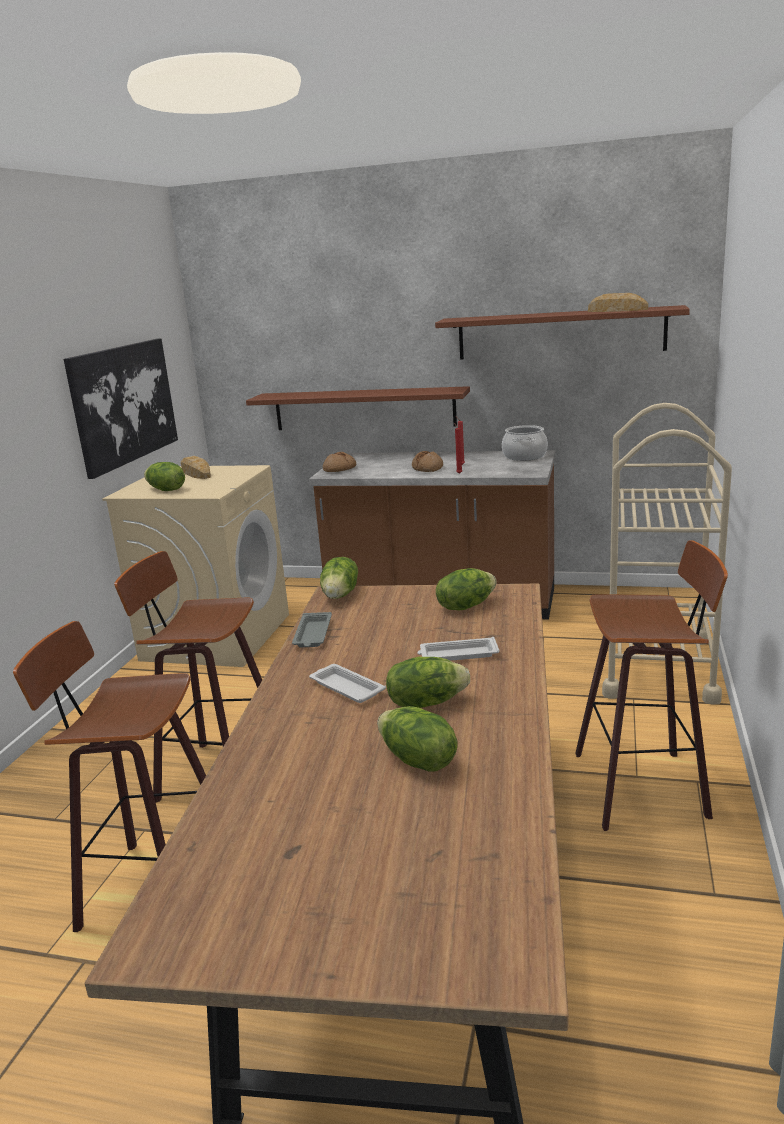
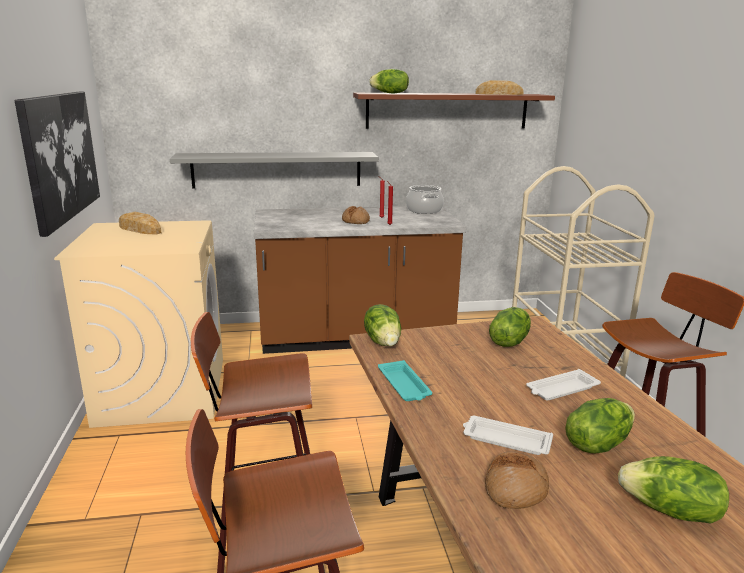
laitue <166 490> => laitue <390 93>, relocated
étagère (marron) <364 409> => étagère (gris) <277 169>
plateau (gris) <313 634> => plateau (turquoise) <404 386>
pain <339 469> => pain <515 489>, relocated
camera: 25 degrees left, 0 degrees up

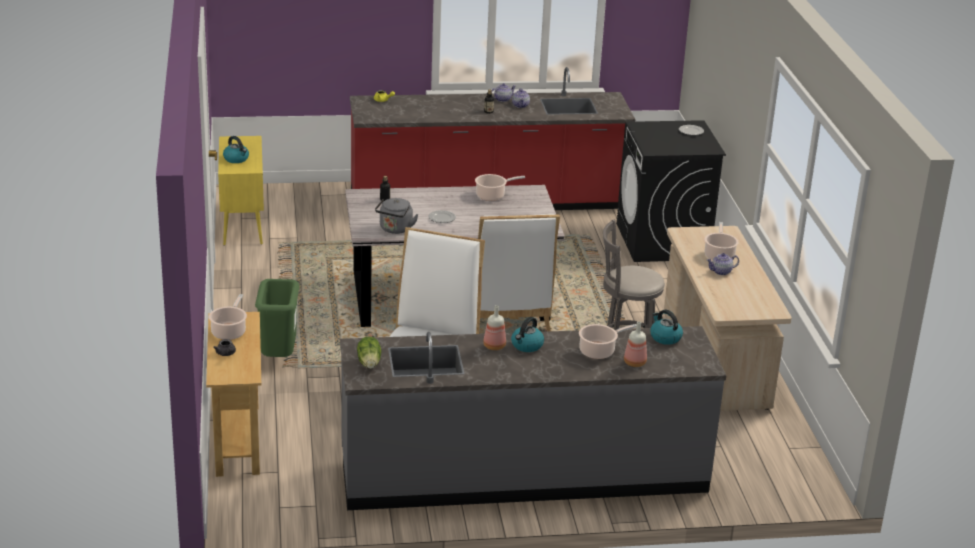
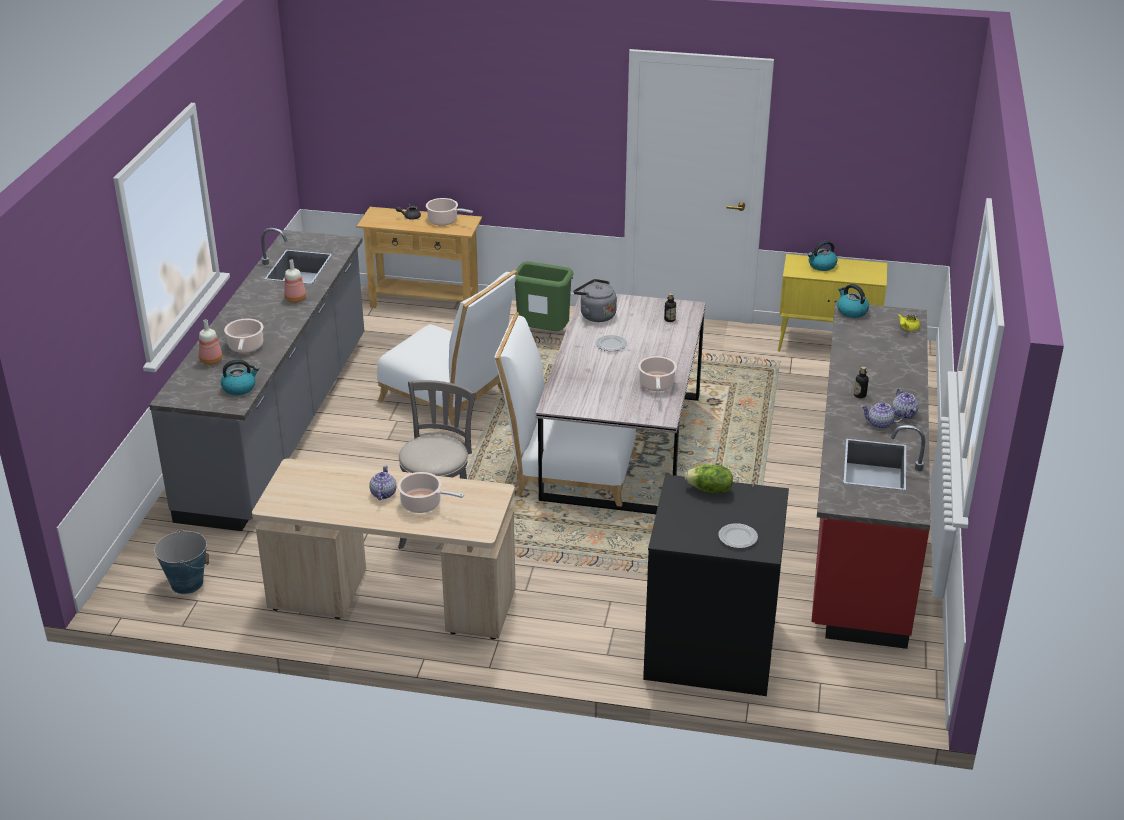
laitue <369 363> => laitue <709 490>, relocated
bouilloire <527 346> => bouilloire <851 311>, relocated
nothing => seau <187 583>
camera: 110 degrees right, 5 degrees up

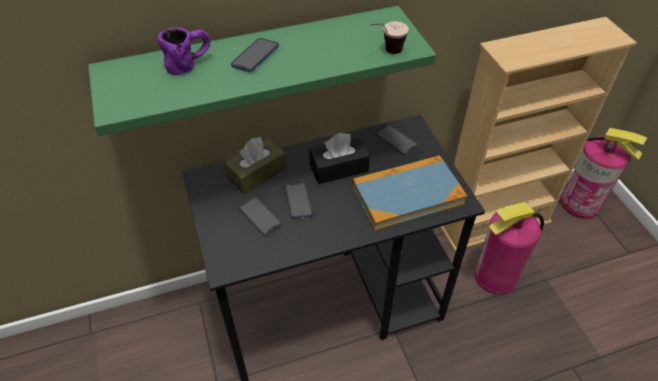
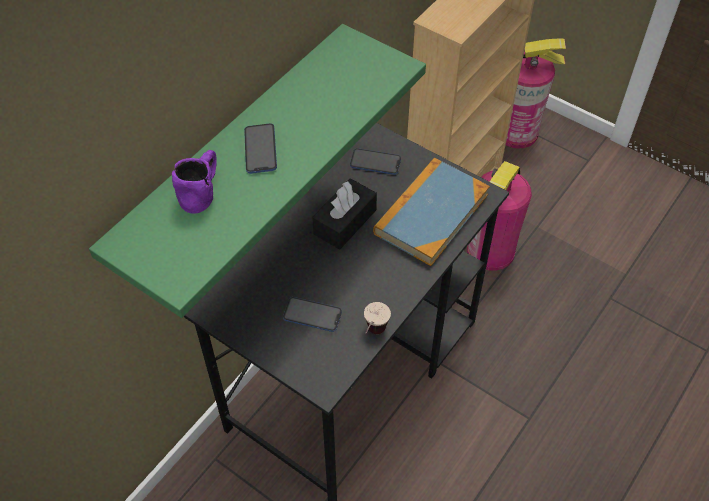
boîte à mouchoirs (marron) <257 173> => nothing
téléphone <298 201> => nothing
tasse <385 53> => tasse <373 336>, relocated
camera: 35 degrees left, 5 degrees up

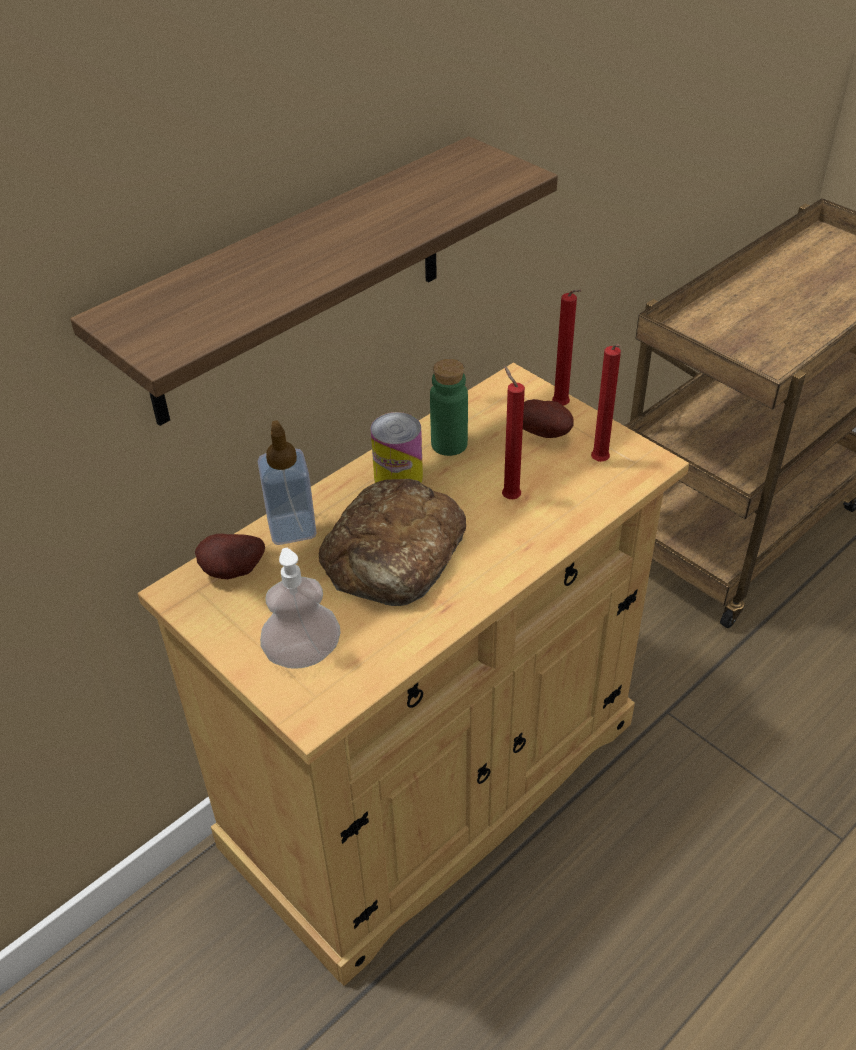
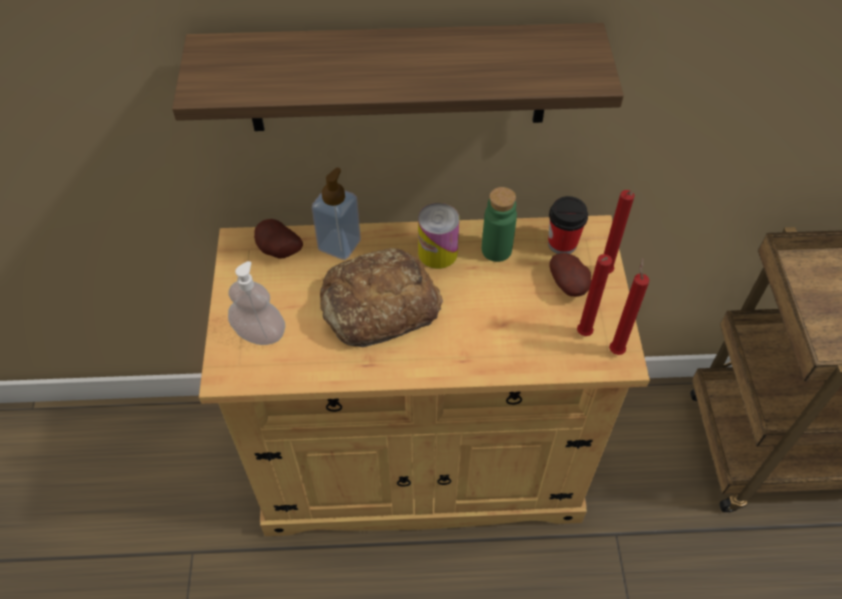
bougie (rouge) <509 497> => bougie (rouge) <616 349>, relocated
nothing => tasse <562 244>
camera: 40 degrees right, 10 degrees up

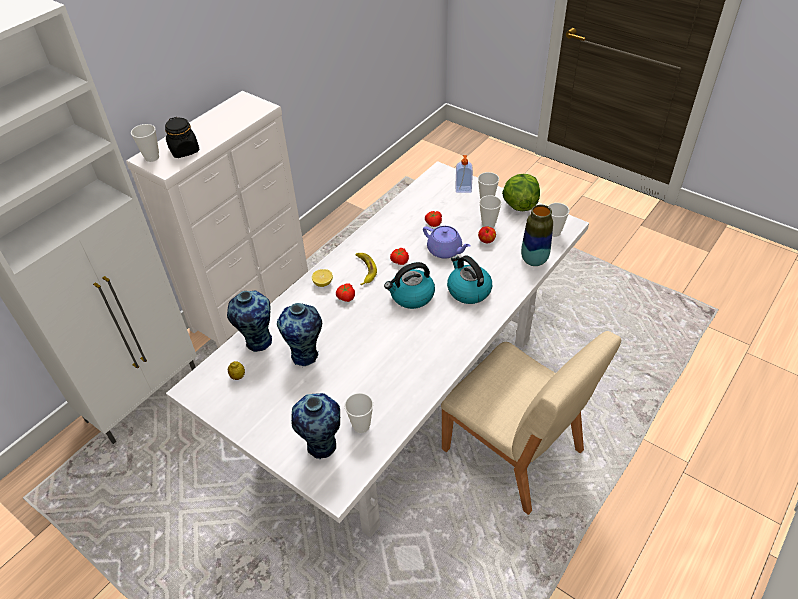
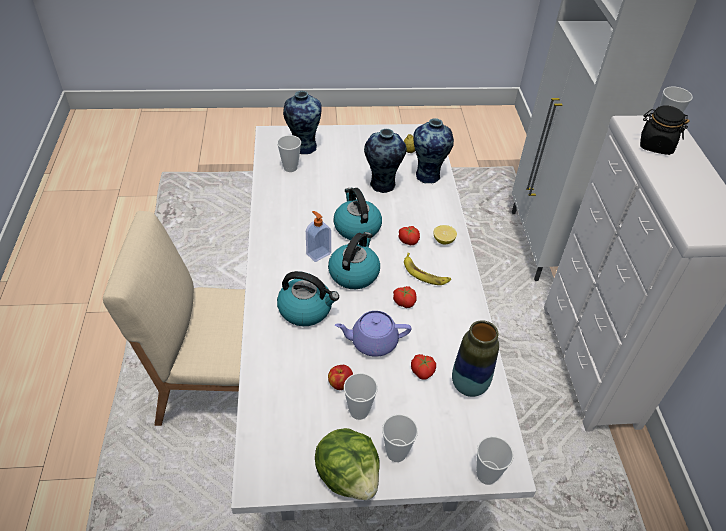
distributeur de savon <463 190> => distributeur de savon <318 253>, relocated
vase <534 260> => vase <469 385>, relocated
tasse <554 232> => tasse <486 475>, relocated
nothing => bouilloire <356 227>
camera: 135 degrees right, 0 degrees up

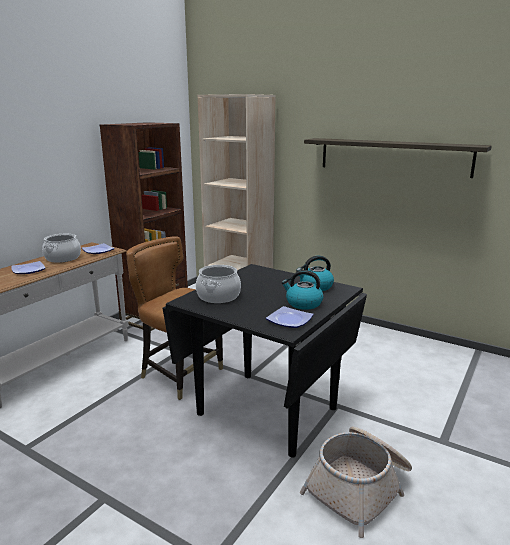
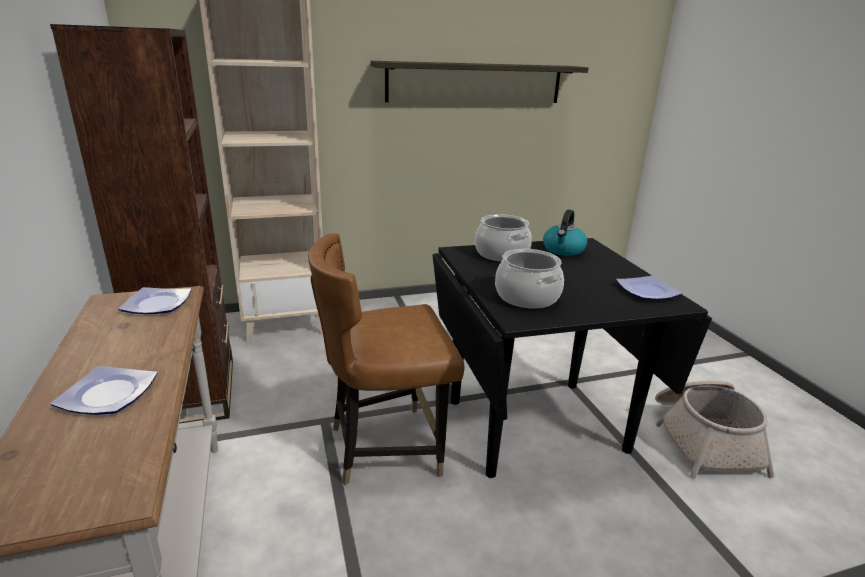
marmite <62 258> => marmite <501 254>, relocated
bouilloire <303 303> => nothing
camera: 50 degrees left, 5 degrees up

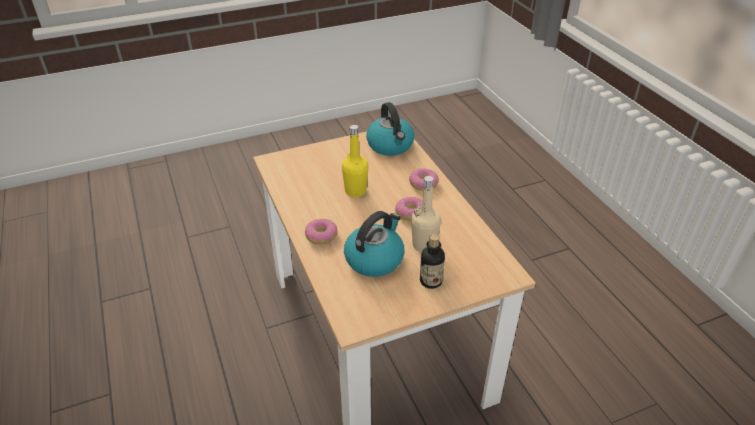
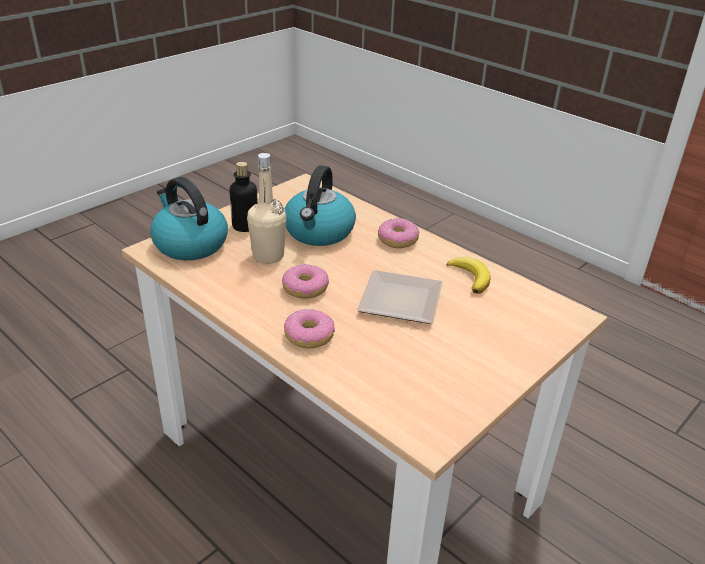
bouteille (jaune) <355 191> => assiette <403 300>
bouilloire <390 145> => bouilloire <189 244>, relocated
nothing => banane <470 277>
camera: 155 degrees right, 5 degrees down

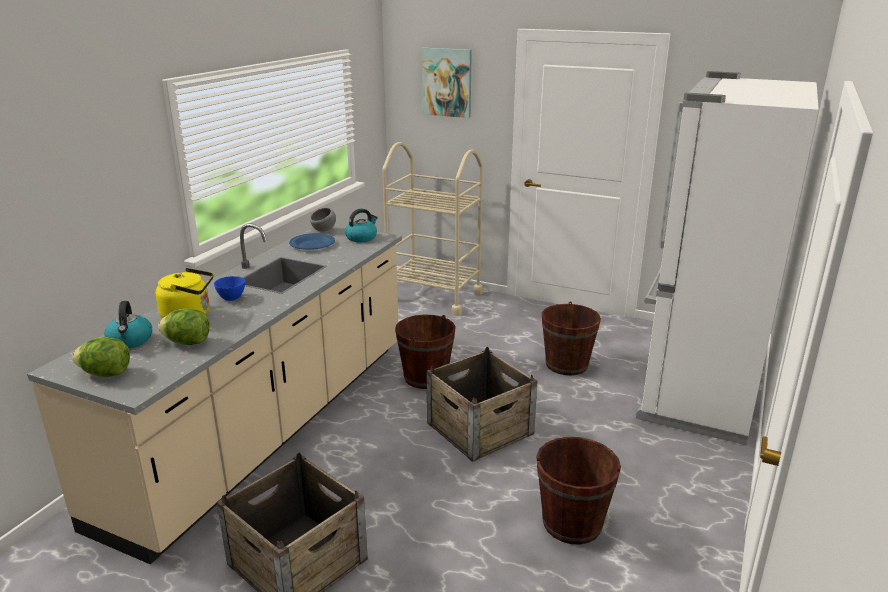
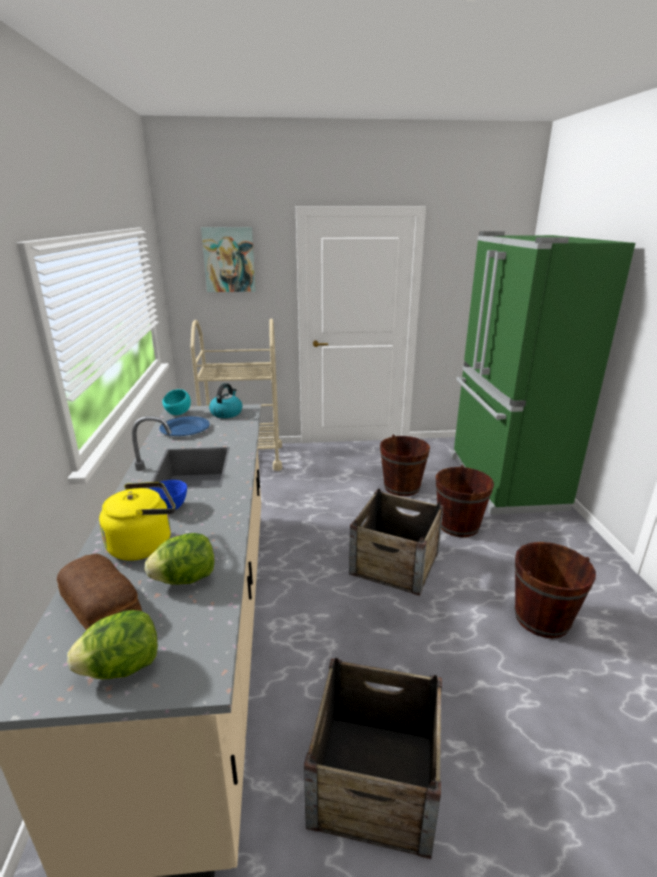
bouilloire <130 341> => pain <101 604>
bol (gris) <324 230> => bol (turquoise) <178 413>
seau (marron) <425 377> => seau (marron) <458 525>, relocated
réfrigérateur (blanc) <696 392> => réfrigérateur (vert) <502 482>
camera: 30 degrees left, 0 degrees up

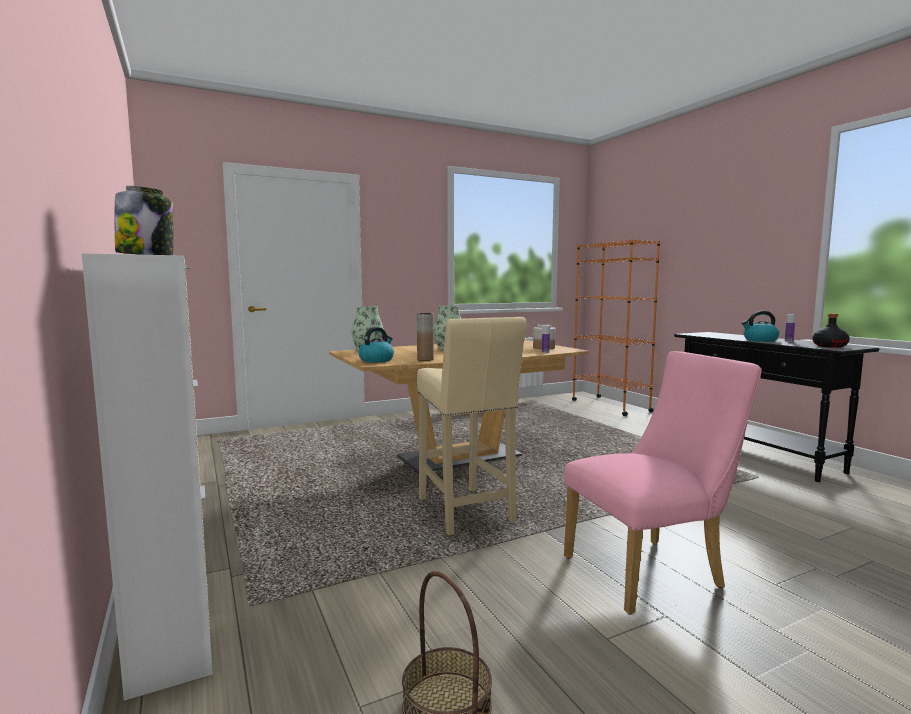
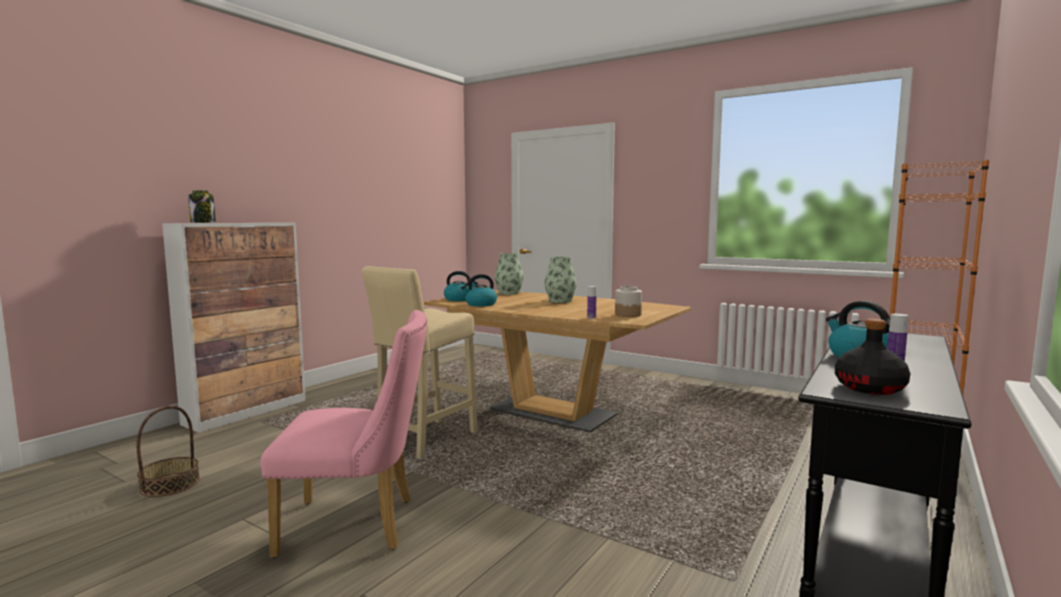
vase (marron) <425 359> => bouilloire <480 304>
chaise (rose) <651 571> => chaise (rose) <358 525>, 45 degrees counterclockwise
camera: 60 degrees right, 0 degrees up

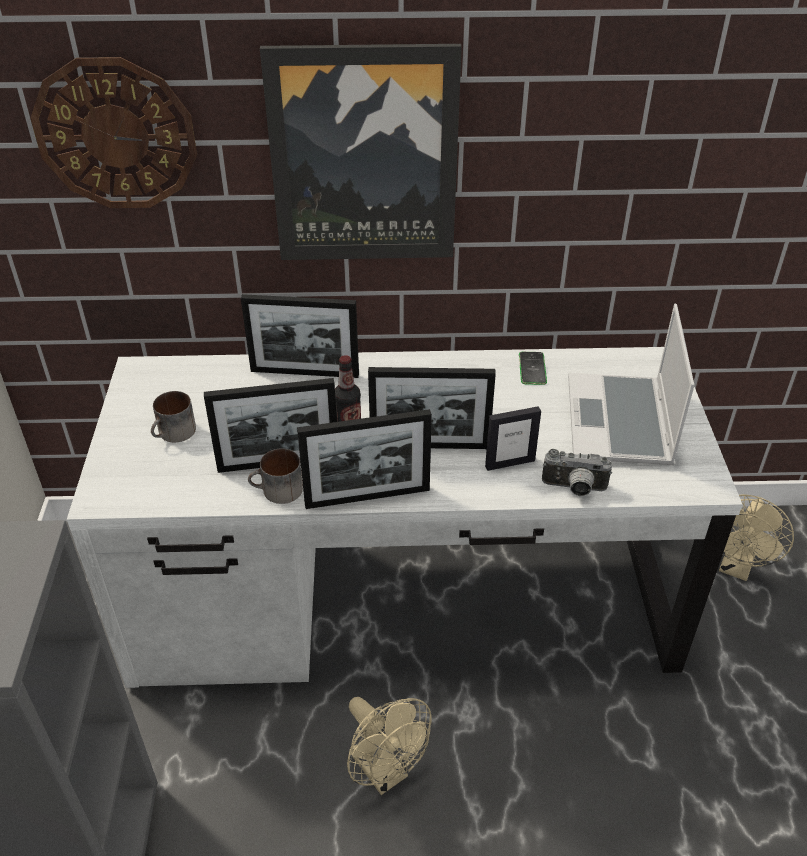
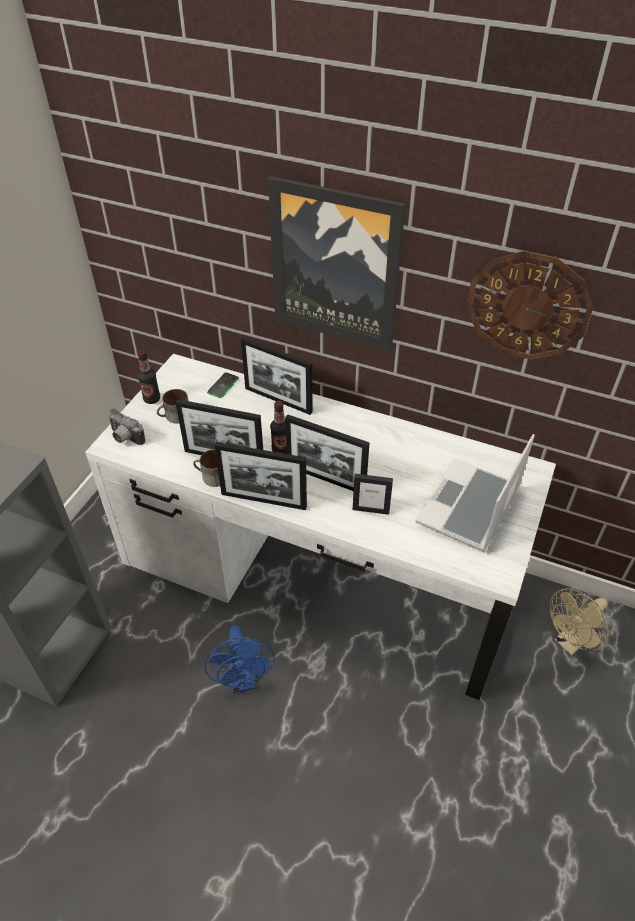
horloge murale <116 135> => horloge murale <527 306>, relocated
ventilateur (beige) <385 772> => ventilateur (bleu) <243 680>
téléphone <532 369> => téléphone <223 385>, relocated
appareil photo <574 489> => appareil photo <125 438>, relocated
nothing => bouteille <152 399>
camera: 25 degrees right, 5 degrees up

